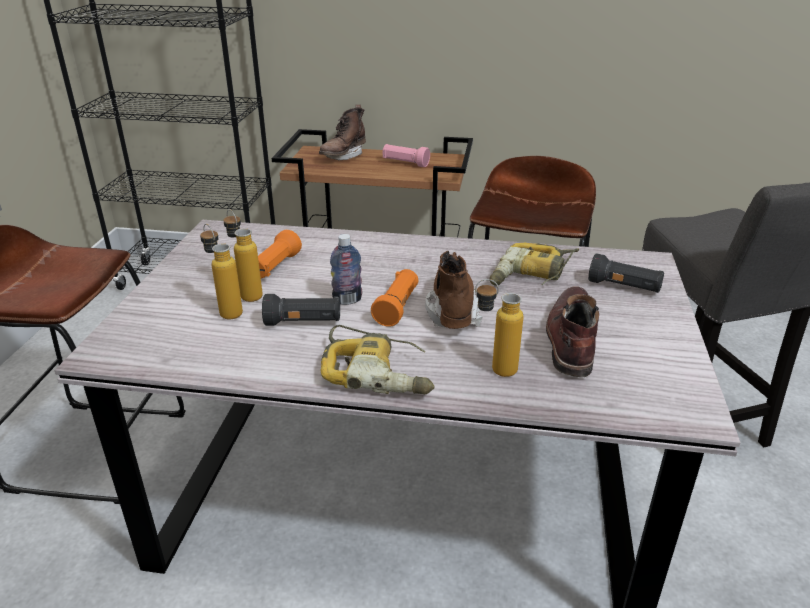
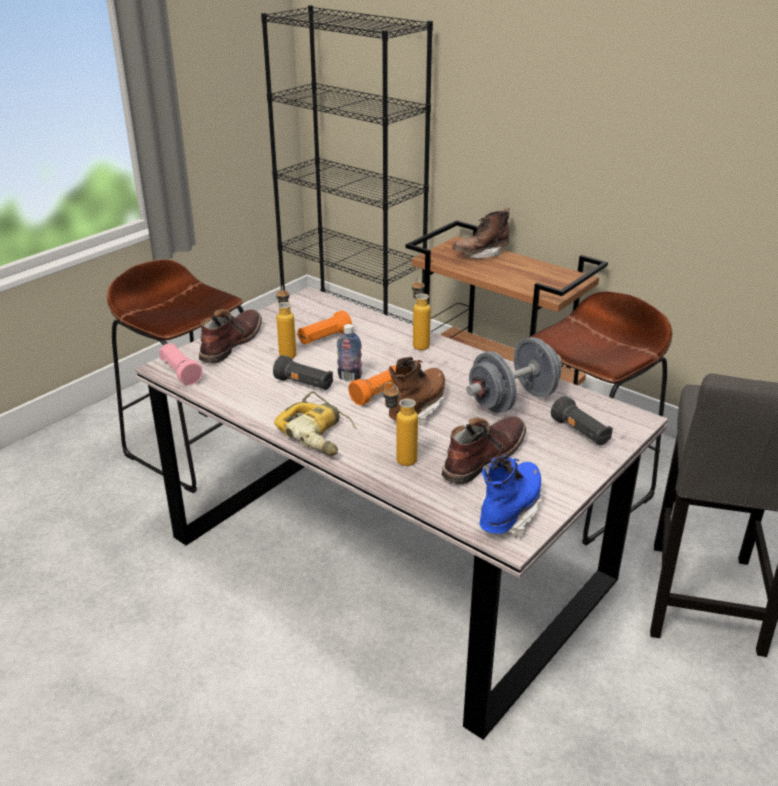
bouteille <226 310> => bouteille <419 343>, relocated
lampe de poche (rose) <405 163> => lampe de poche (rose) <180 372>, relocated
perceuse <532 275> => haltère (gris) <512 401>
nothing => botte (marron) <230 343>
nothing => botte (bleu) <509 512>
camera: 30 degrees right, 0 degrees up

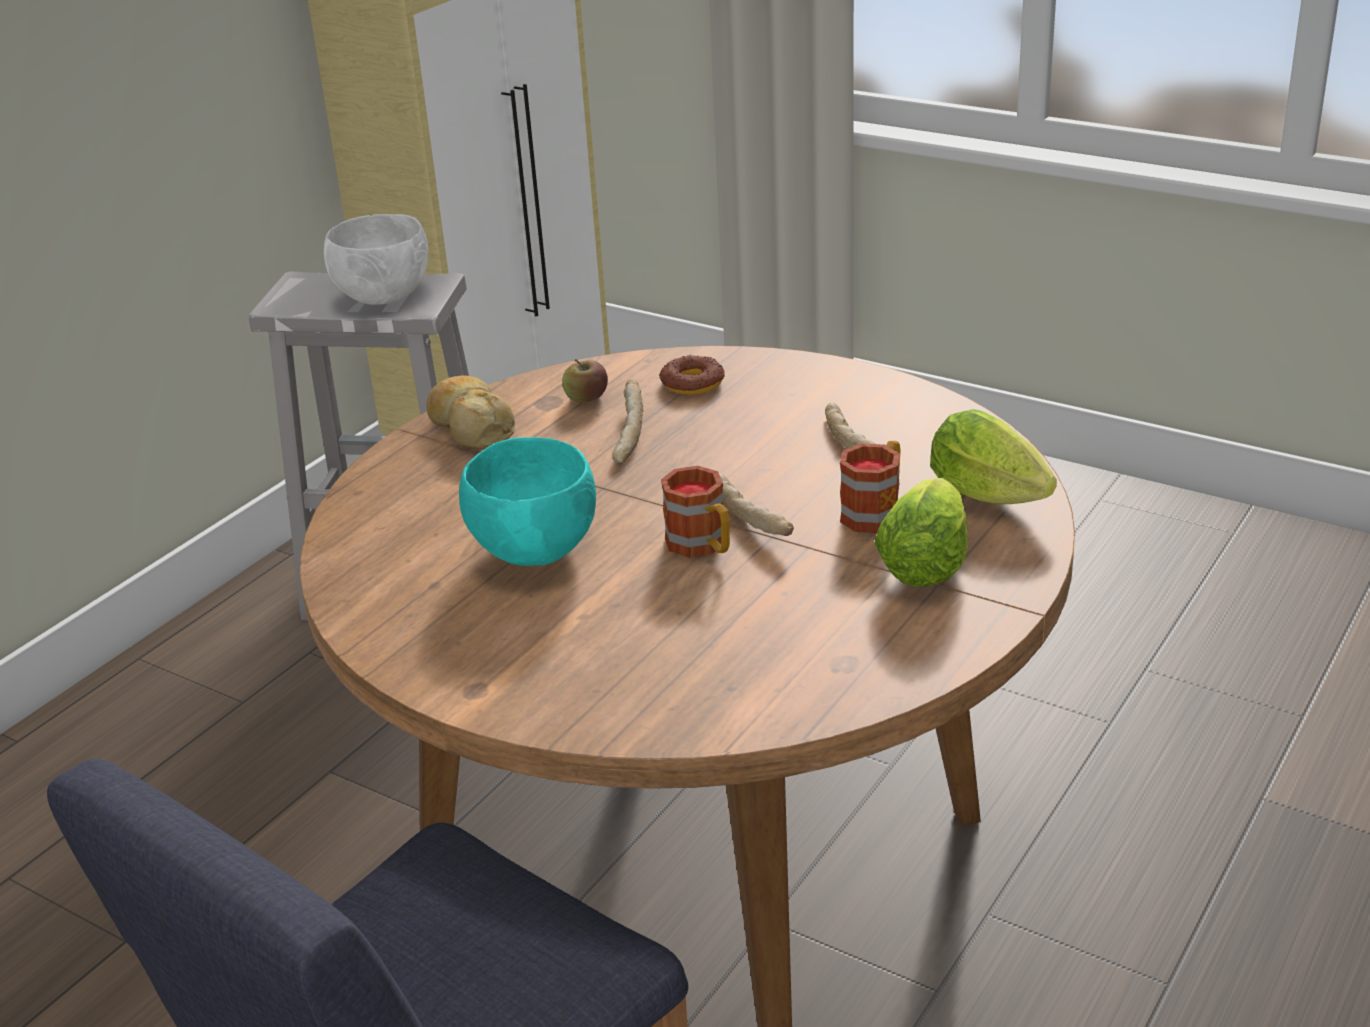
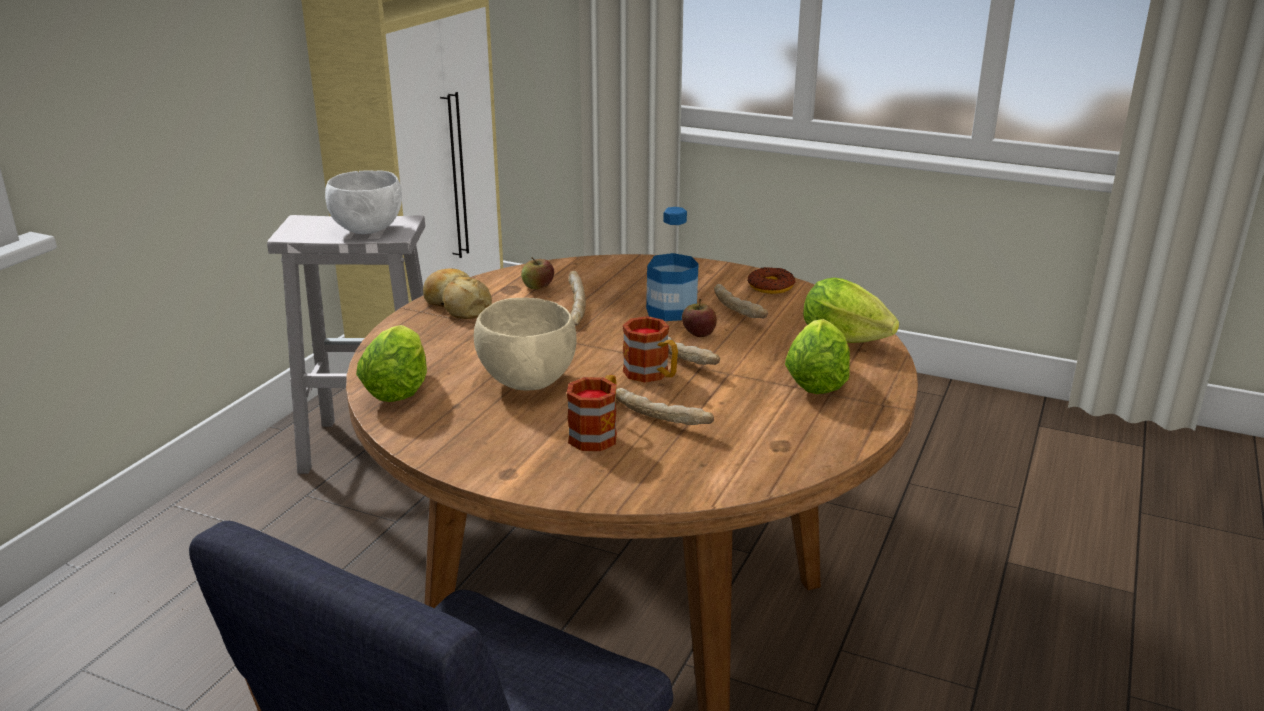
bol (turquoise) <533 552> => bol (beige) <526 382>
beignet <692 383> => beignet <770 286>, relocated
mug <876 511> => mug <597 433>, relocated
nothing => laitue <399 387>
nothing => pain <662 417>
nothing => bouteille <671 310>
nothing => pomme <698 333>
camera: 10 degrees left, 5 degrees down

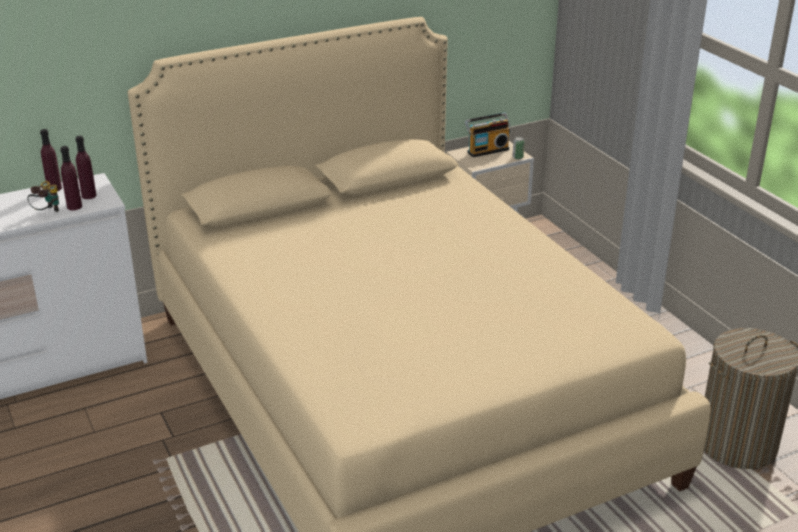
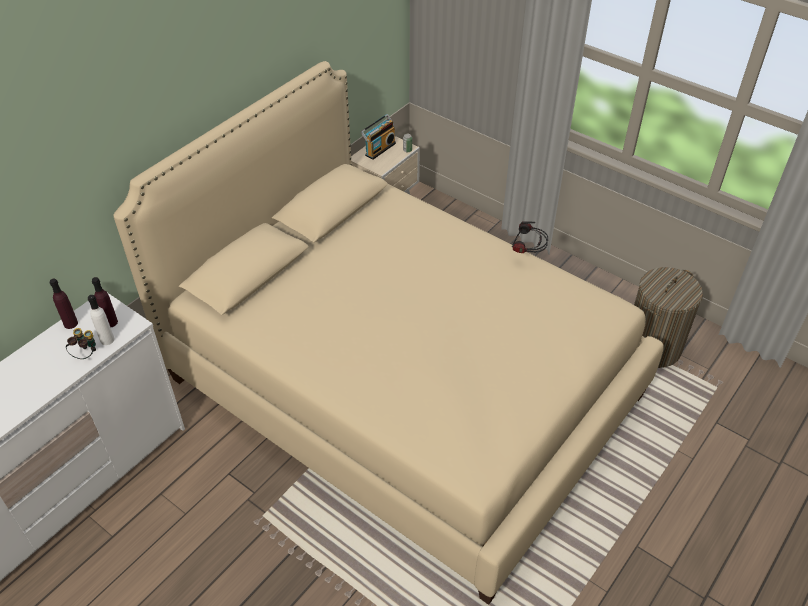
bouteille (violet) <74 207> => bouteille (blanc) <107 340>
nothing => casque audio <527 255>
camera: 25 degrees left, 15 degrees up

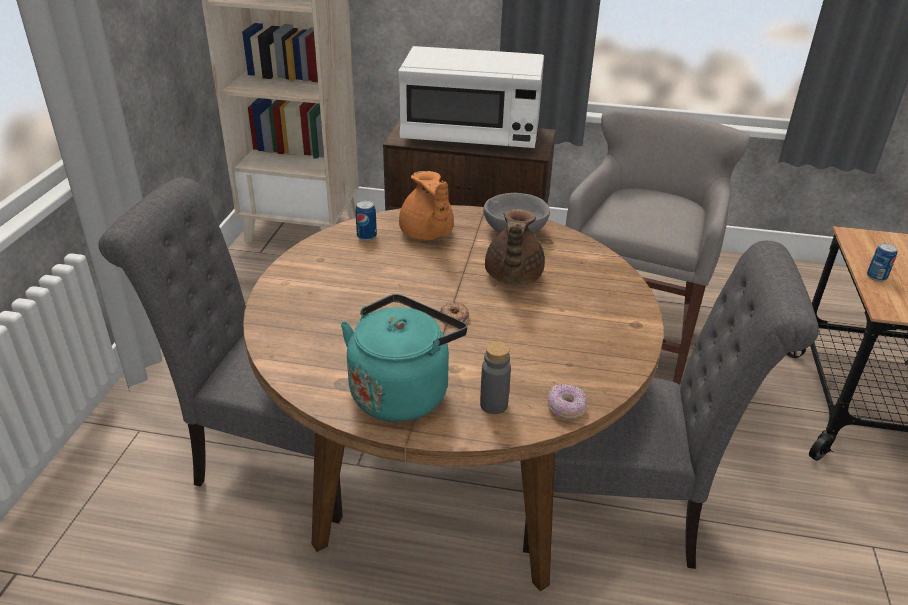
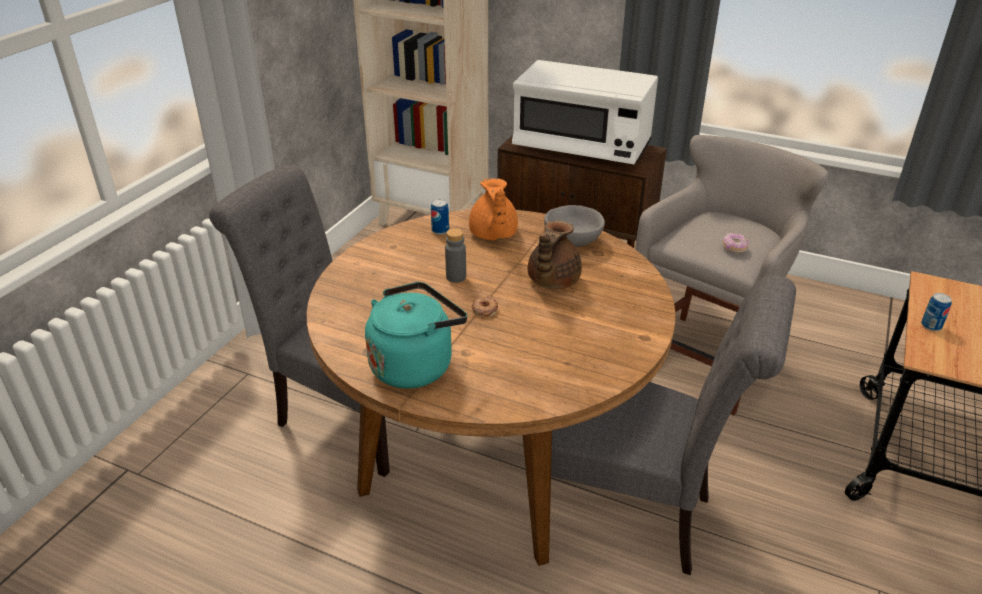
bouteille (gris) <494 405> => bouteille (gris) <456 277>, relocated
beignet <566 408> => beignet <734 248>, relocated
camera: 15 degrees right, 0 degrees up

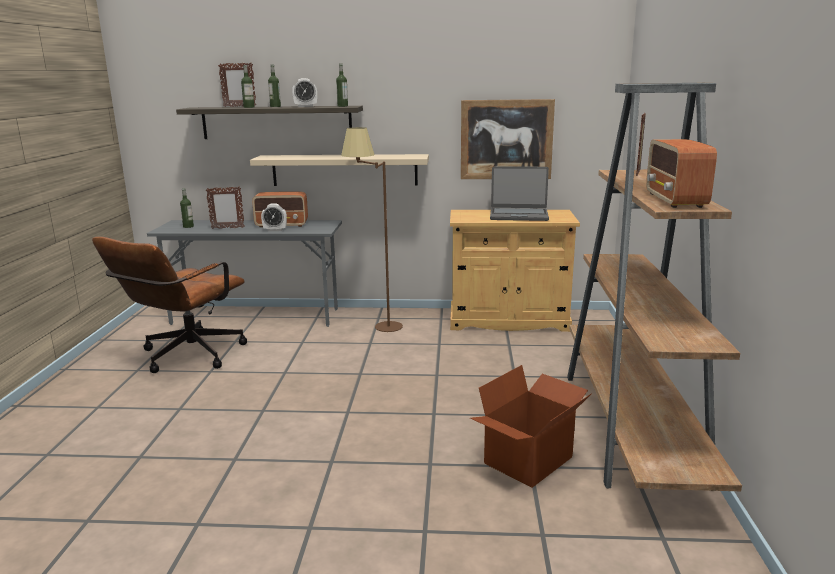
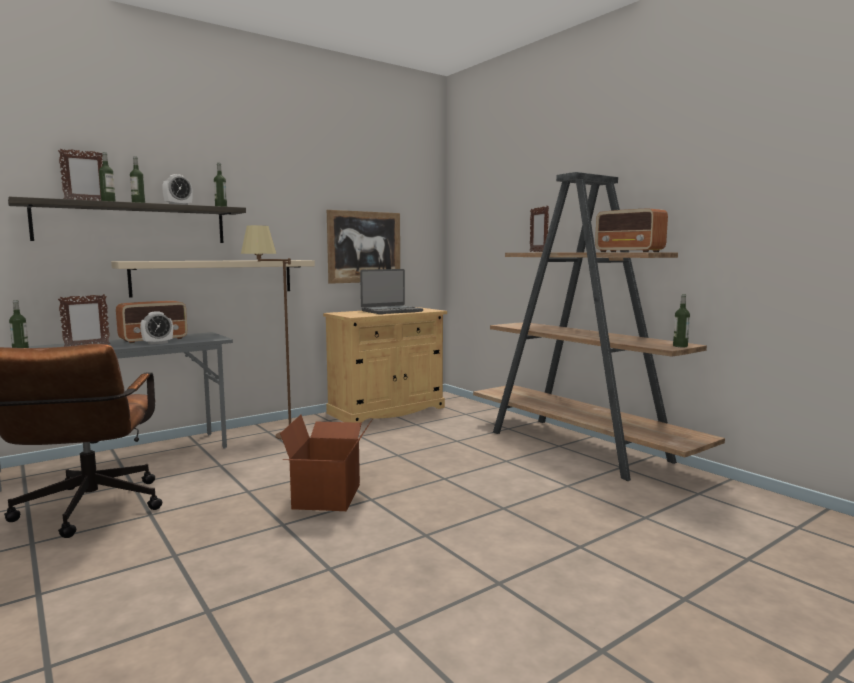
carton <529 461> => carton <328 496>, relocated
nothing => bouteille <680 346>
camera: 40 degrees left, 10 degrees down

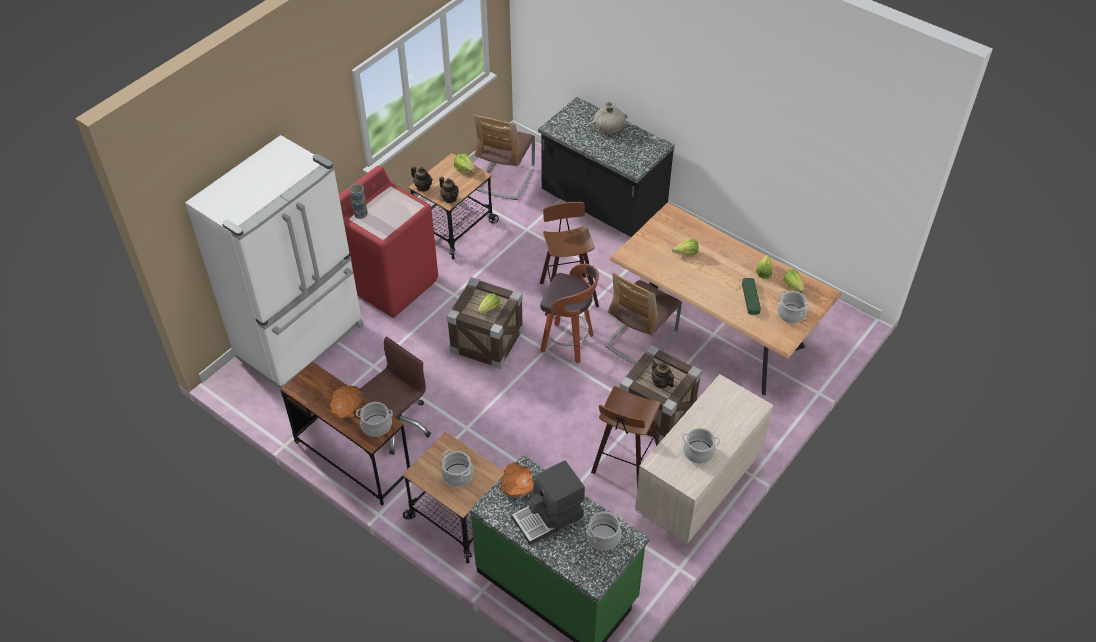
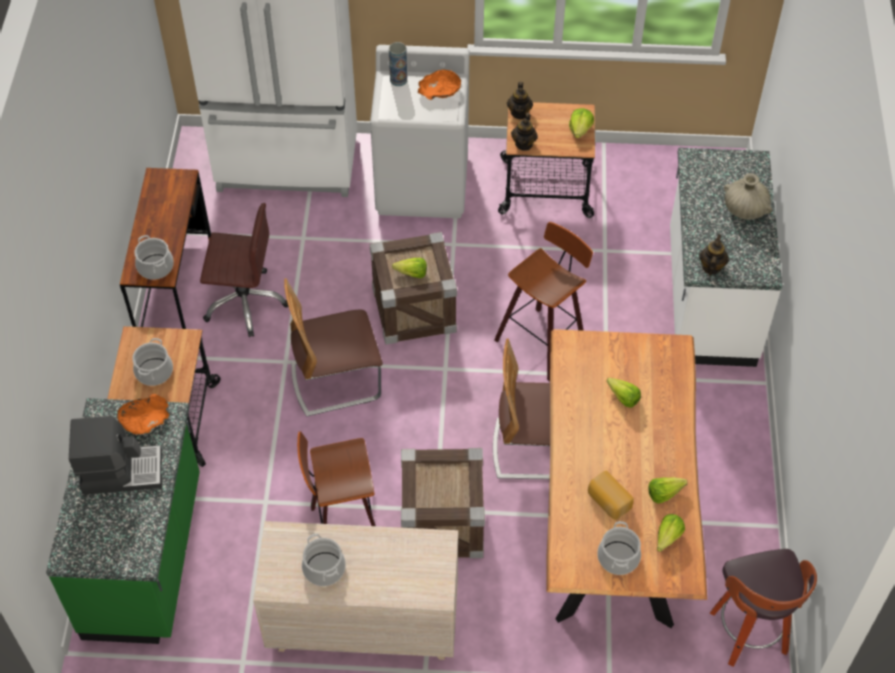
bol (orange) <347 406> => bol (orange) <439 90>, relocated
lave-linge (rouge) <391 283> => lave-linge (blanc) <423 184>
chaise <505 178> => chaise <336 381>, relocated
machine à café <548 517> => machine à café <121 471>, 150 degrees clockwise
comptoir de cuisine (noir) <602 206> => comptoir de cuisine (blanc) <708 298>
tabouret <568 343> => tabouret <749 634>, relocated
marmite <603 537> => nothing
théière <661 382> => théière <711 267>, relocated
plateau (vert) <750 298> => pain <608 501>
camera: 55 degrees right, 5 degrees up

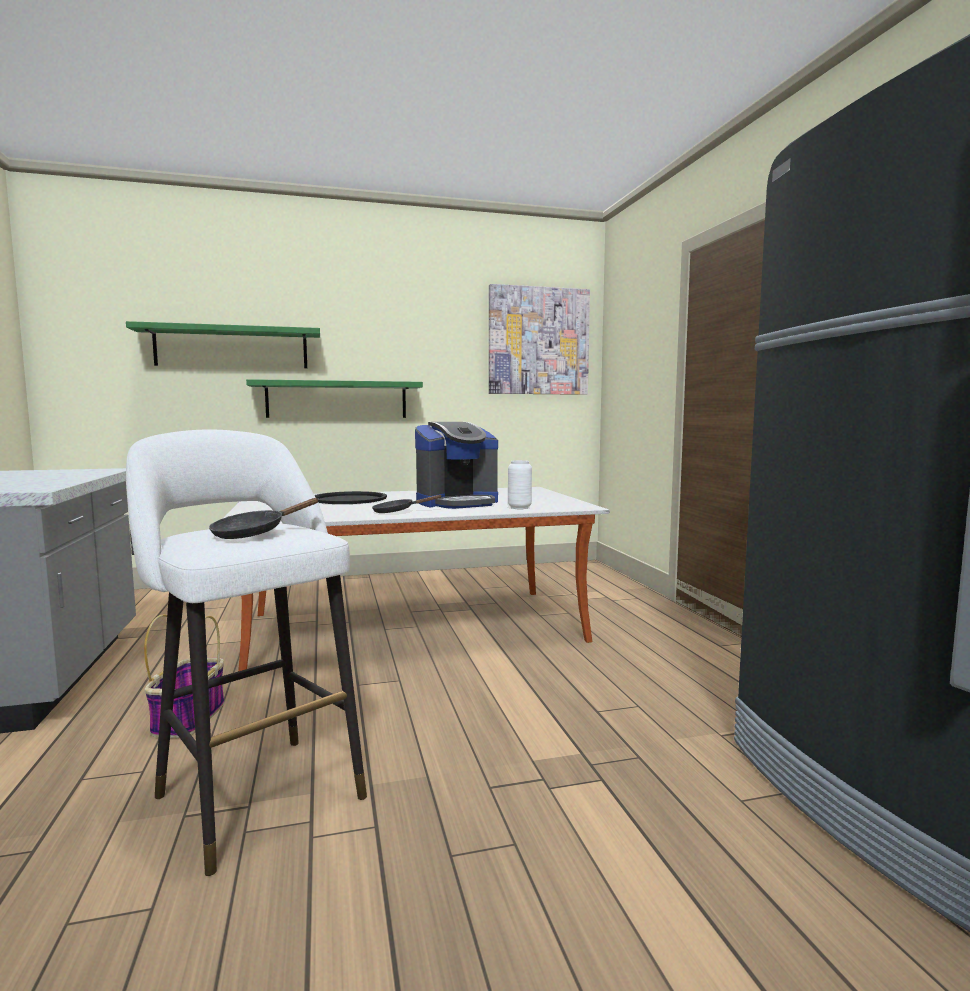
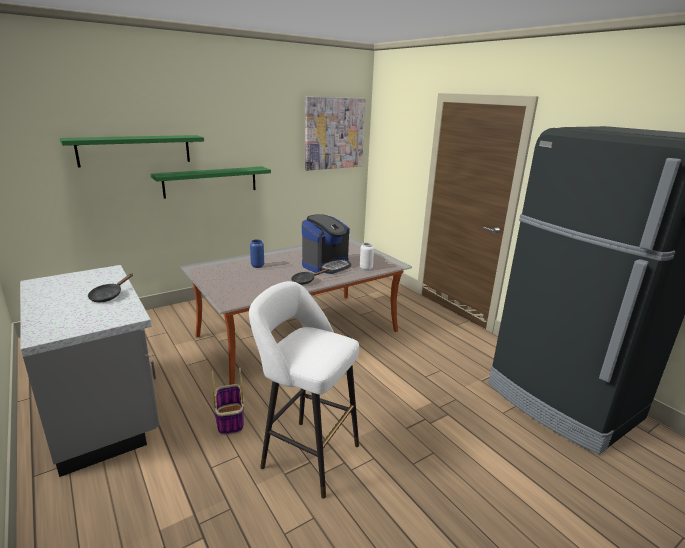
poêle (noir) <255 533> => poêle (noir) <108 296>, relocated
plateau (noir) <349 499> => vase (bleu) <257 266>
camera: 20 degrees left, 15 degrees up

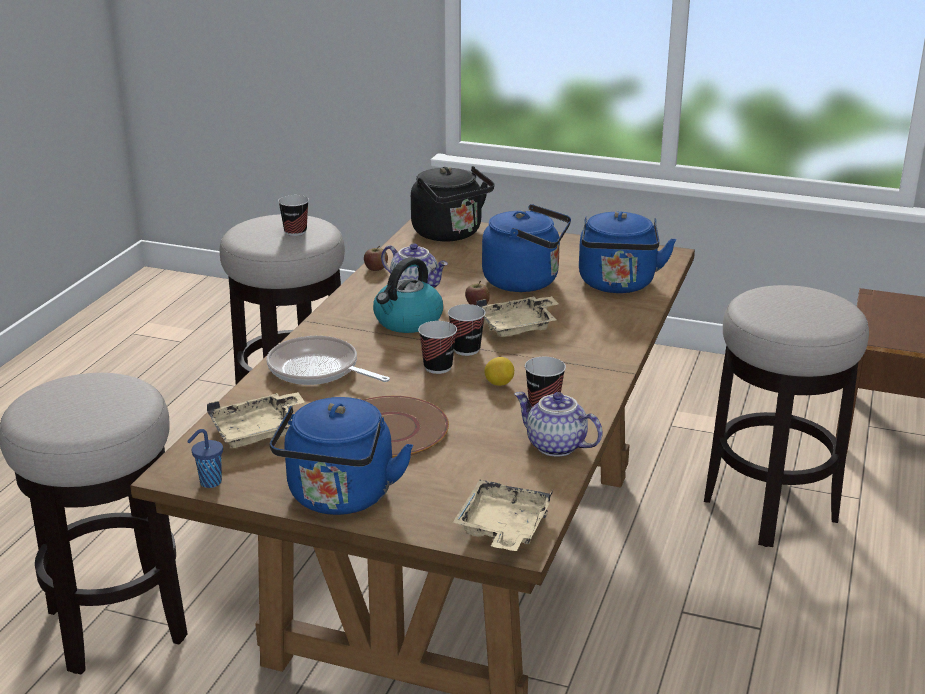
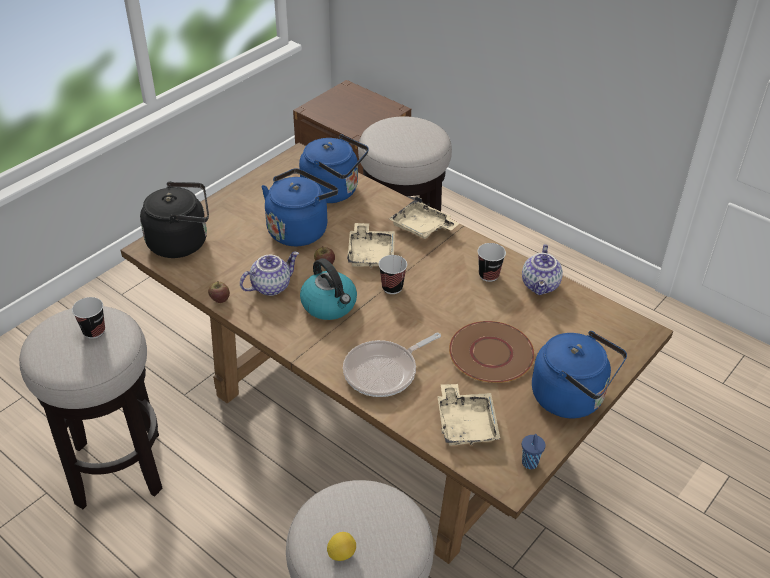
tasse <438 367> => nothing
plateau (beige) <503 528> => plateau (beige) <422 227>, relocated
citron <499 383> => citron <341 554>, relocated
théière <554 446> => théière <541 285>, 45 degrees counterclockwise
camera: 70 degrees left, 15 degrees up

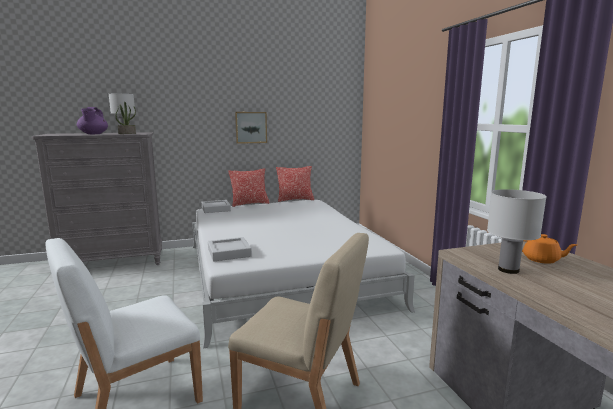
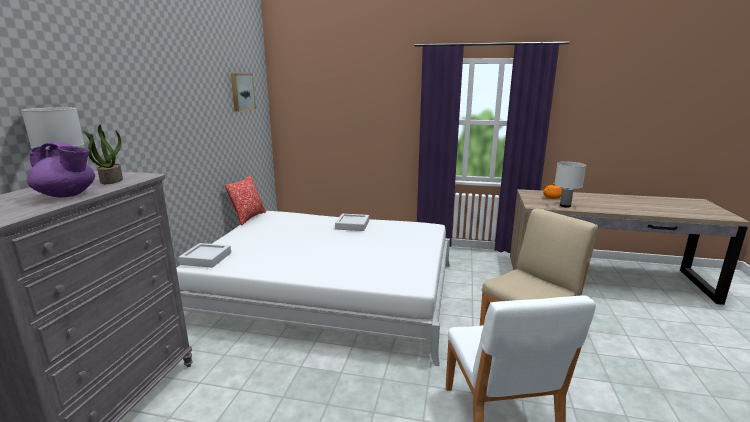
plateau (gris) <229 253> => plateau (gris) <352 225>, relocated
coussin <249 204> => nothing
tableau <251 127> => tableau <241 92>, relocated
camera: 60 degrees left, 5 degrees up

